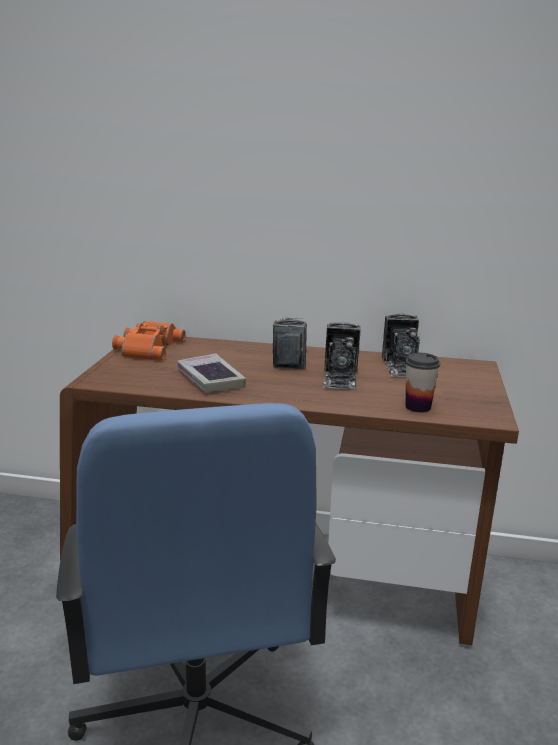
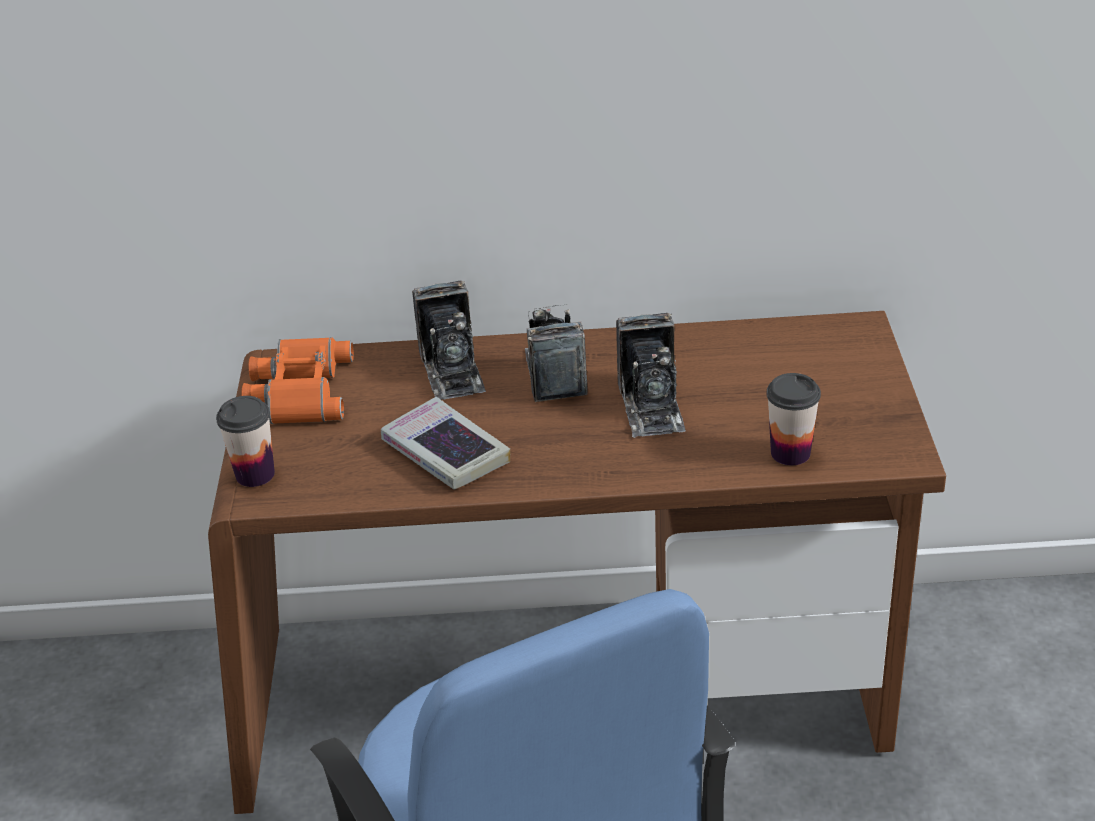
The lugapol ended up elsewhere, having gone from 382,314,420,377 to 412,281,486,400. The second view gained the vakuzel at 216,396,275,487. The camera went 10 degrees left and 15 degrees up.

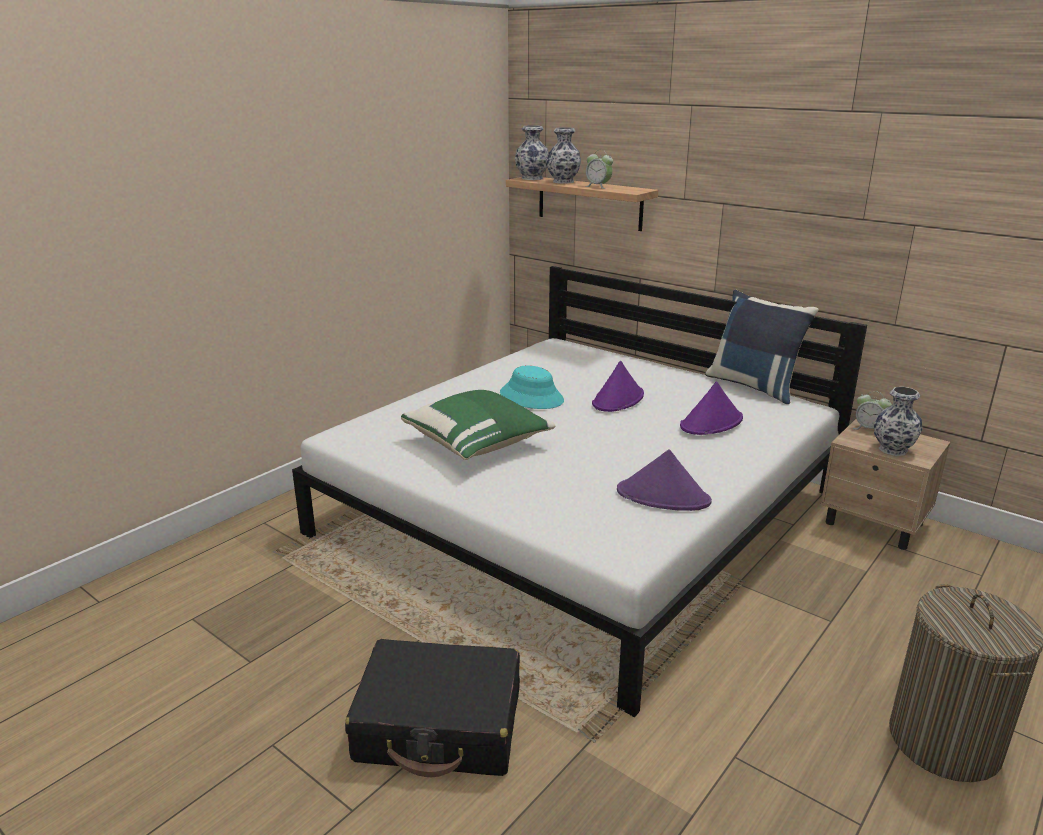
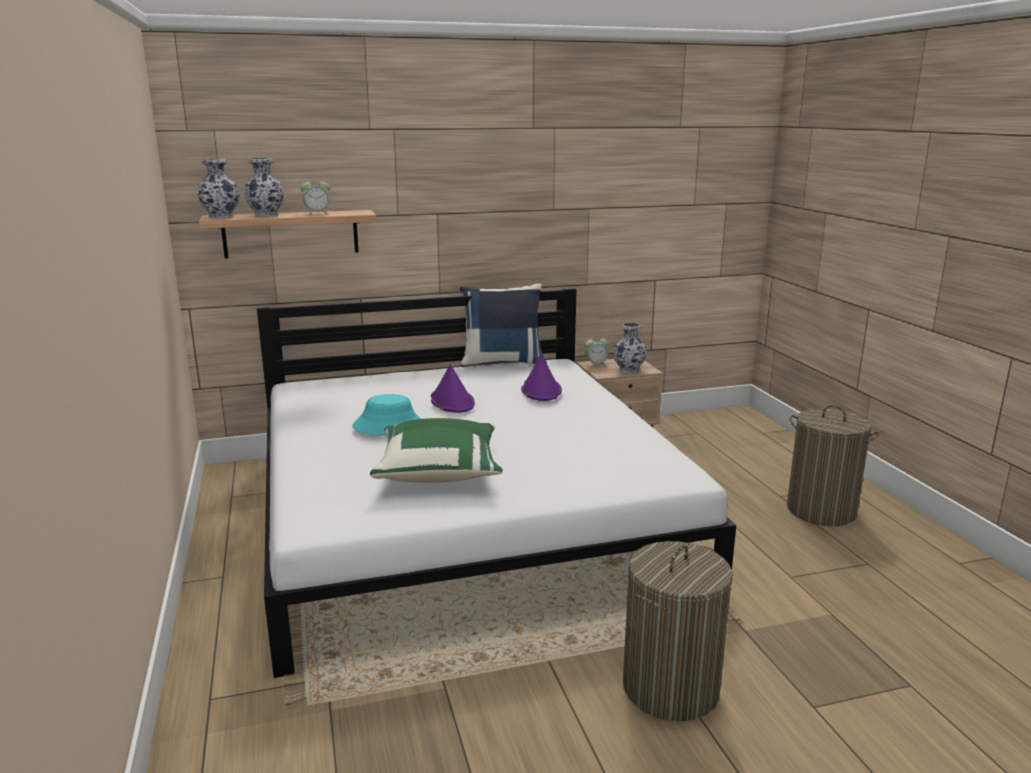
The second view lost the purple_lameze at 617,449,712,511. Where the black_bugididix stood at 345,639,520,778, the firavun came to stand at 623,541,733,721. The camera went 55 degrees left and 5 degrees down.

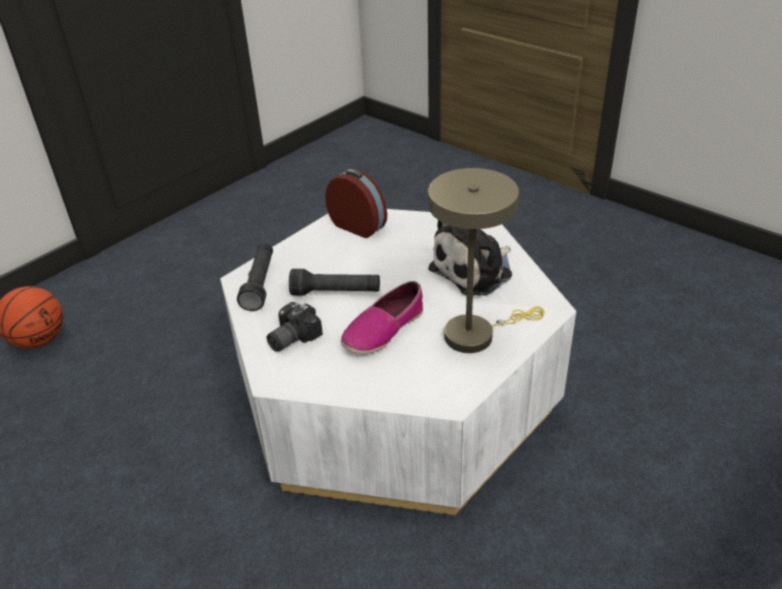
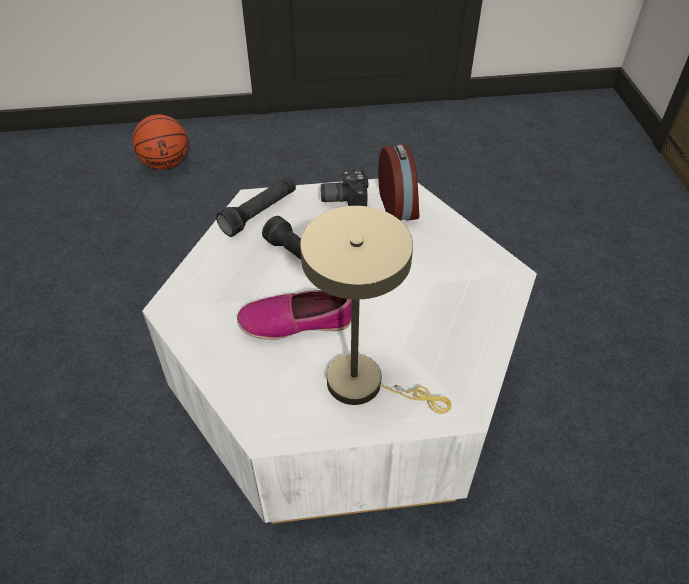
The second view lost the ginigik at 428,220,512,296. The lugapol ended up elsewhere, having gone from 267,302,323,352 to 321,169,368,206. The camera went 40 degrees right and 10 degrees up.

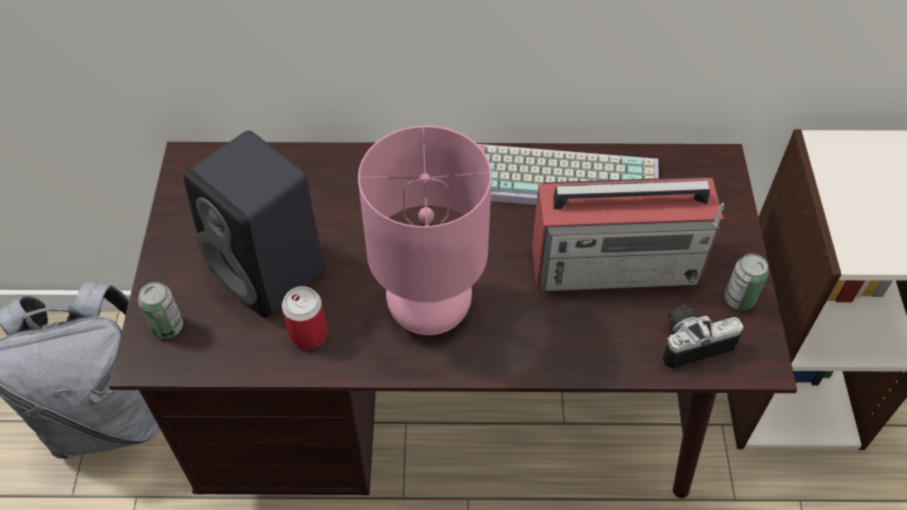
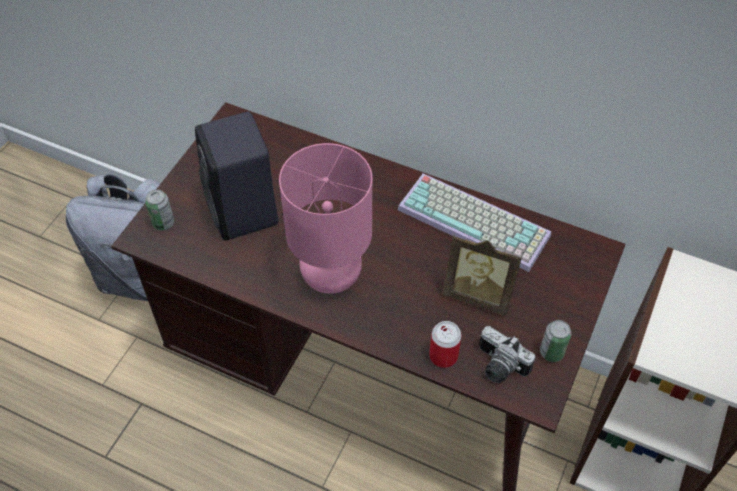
Where the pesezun stood at 532,177,724,291, the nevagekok came to stand at 442,234,522,316. The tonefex ended up elsewhere, having gone from 282,286,327,349 to 429,321,462,368. The lugapol at 662,305,744,369 ended up facing another way, 150 degrees counterclockwise from before. The camera went 25 degrees right and 0 degrees up.

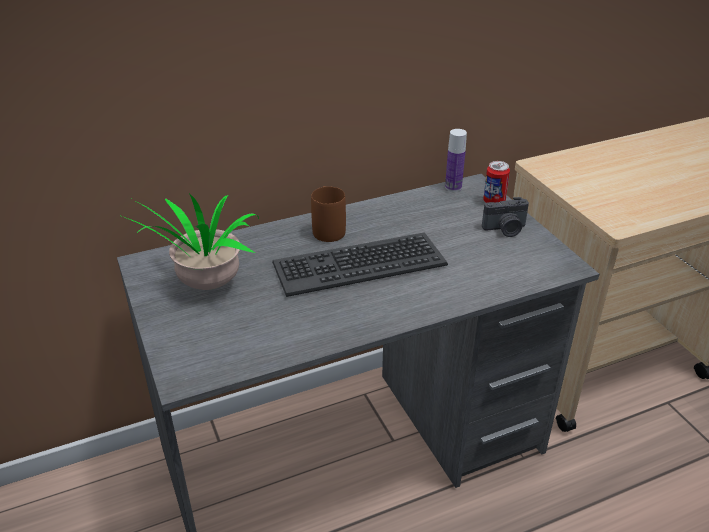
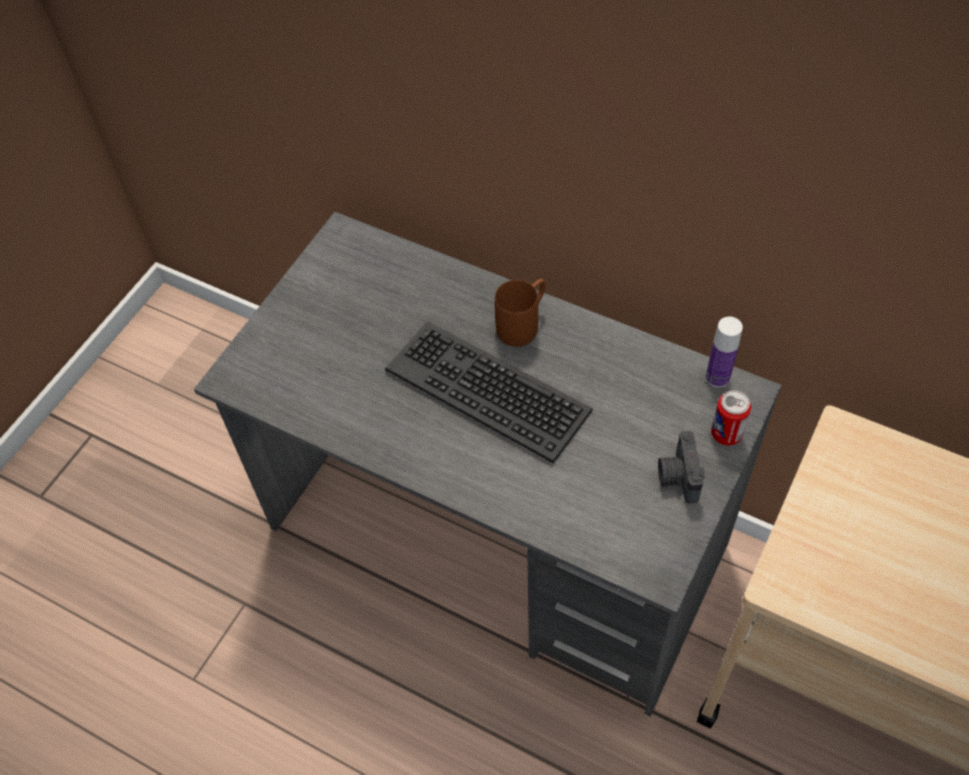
The second view lost the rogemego at 119,193,259,290. The lugapol at 482,197,529,237 ended up facing another way, 45 degrees clockwise from before. The camera went 55 degrees right and 20 degrees up.

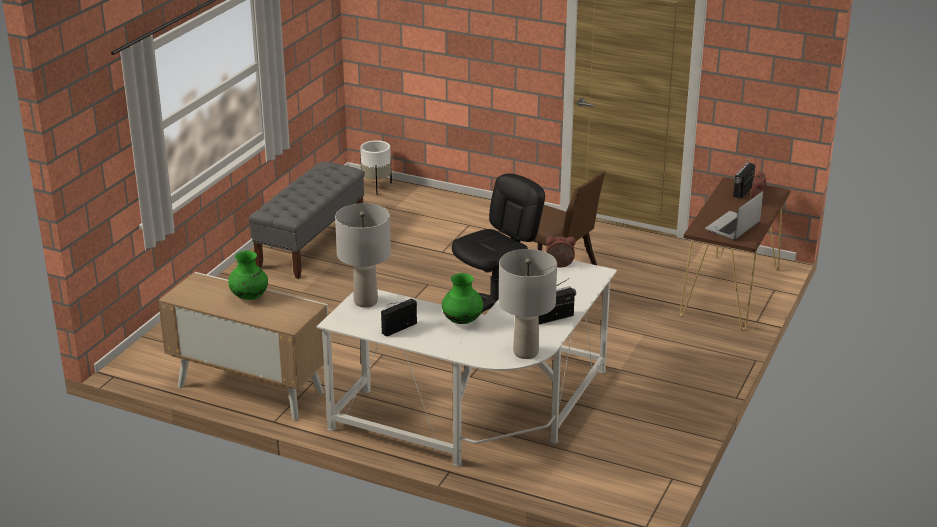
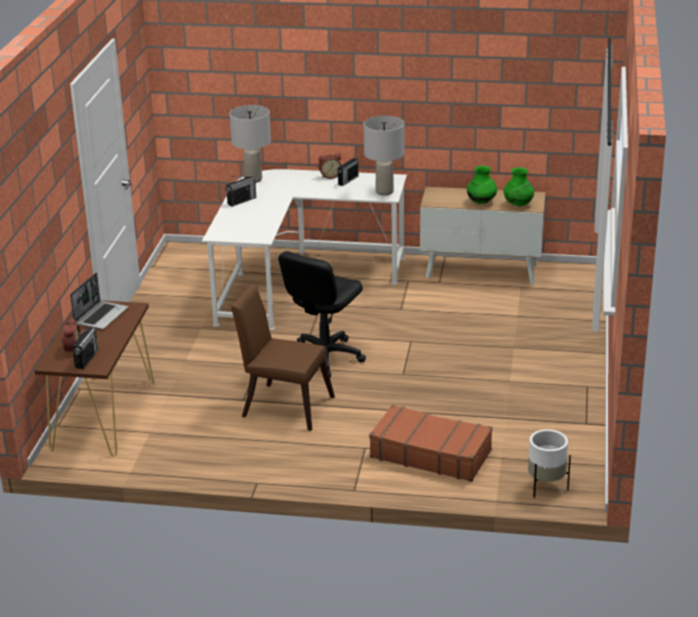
The second view lost the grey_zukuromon at 249,162,365,279. The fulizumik ended up elsewhere, having gone from 546,236,576,267 to 318,154,341,179. The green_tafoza ended up elsewhere, having gone from 442,273,483,324 to 503,167,534,206. The second view gained the brown_bugididix at 369,405,492,482. The camera went 165 degrees right and 0 degrees up.

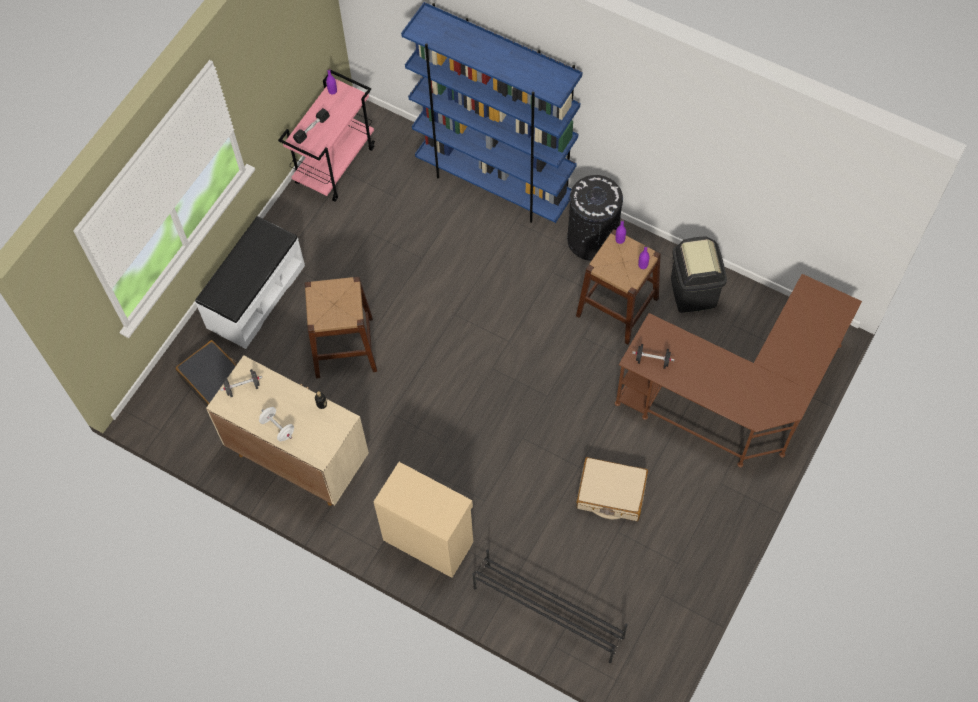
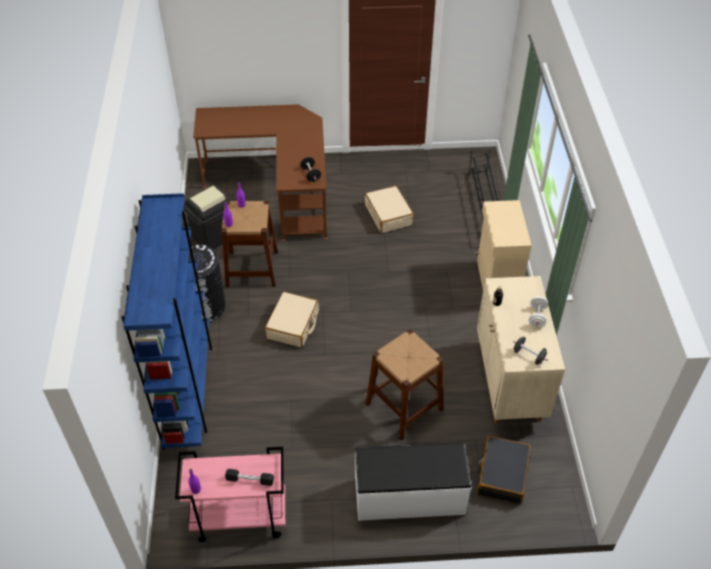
The second view gained the beige_bugididix at 265,292,319,347. The camera went 125 degrees left and 15 degrees down.

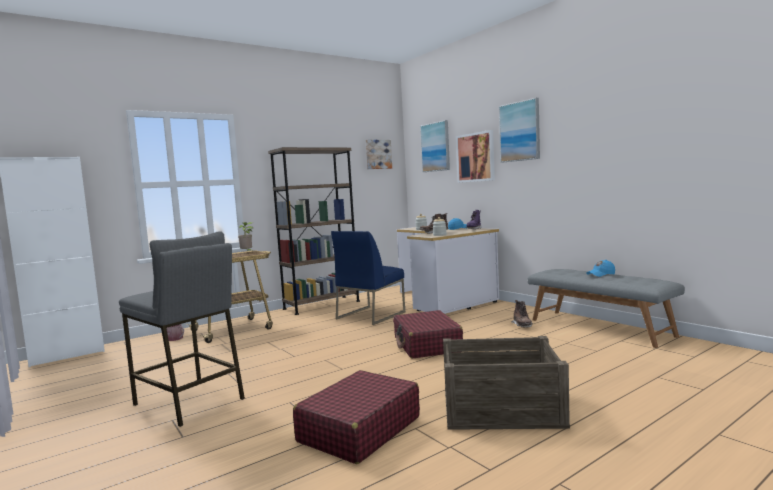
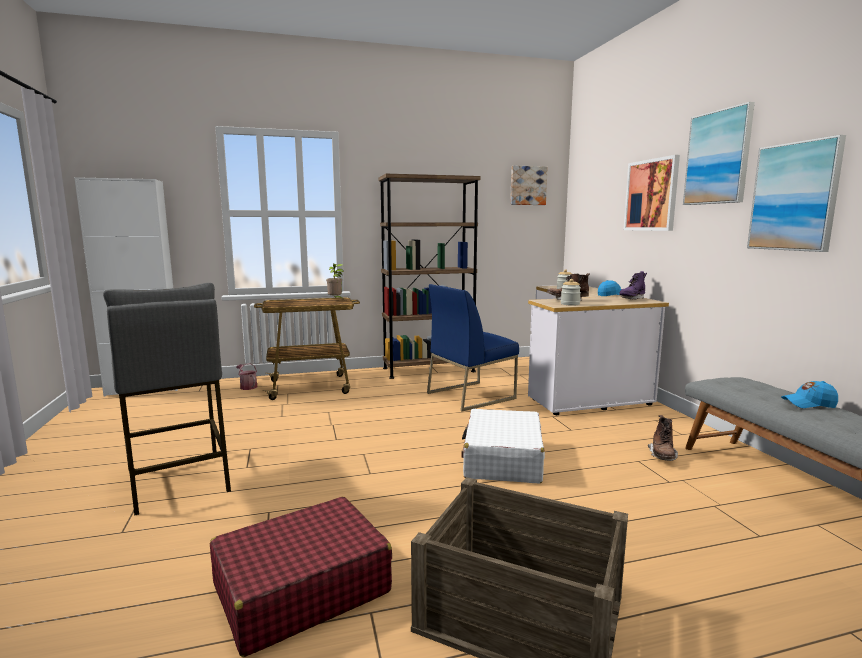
The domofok ended up elsewhere, having gone from 420,120,450,172 to 747,135,846,252. What was the red_bugididix at 393,310,463,359 turned into the white_bugididix at 461,409,545,483. The camera went 20 degrees right and 5 degrees up.

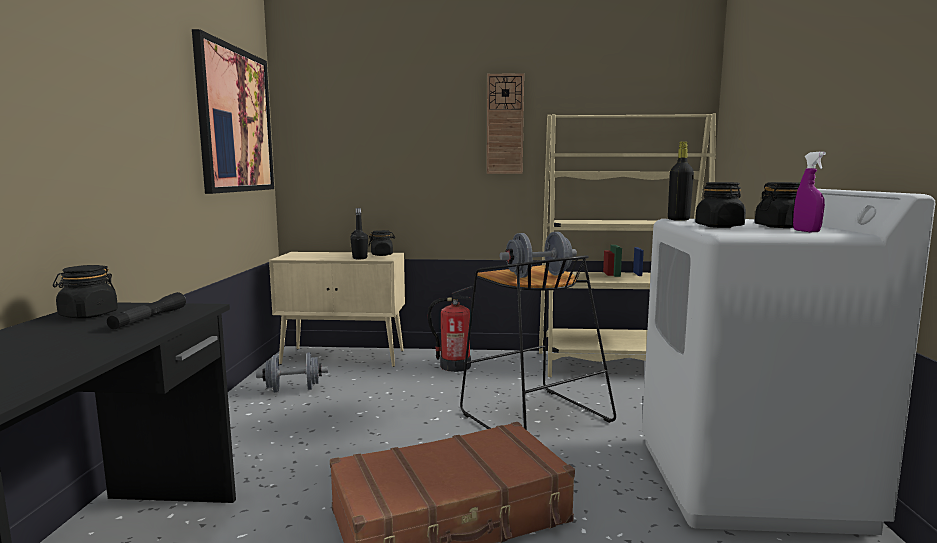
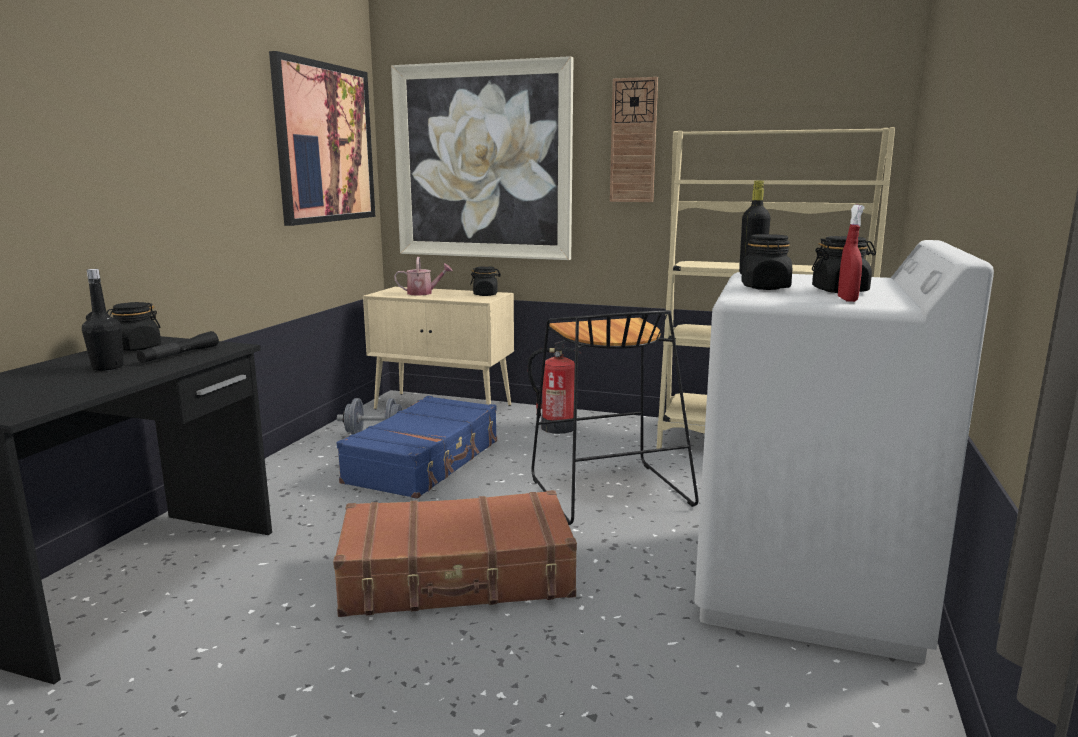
What was the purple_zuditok at 793,151,826,232 turned into the red_zuditok at 838,205,864,302. The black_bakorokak ended up elsewhere, having gone from 350,208,368,259 to 82,269,124,371. The second view lost the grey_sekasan at 499,232,577,278. The second view gained the domofok at 391,56,573,260. The second view gained the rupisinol at 394,257,453,296. The second view gained the blue_bugididix at 337,396,497,499. The camera went 15 degrees right and 5 degrees up.

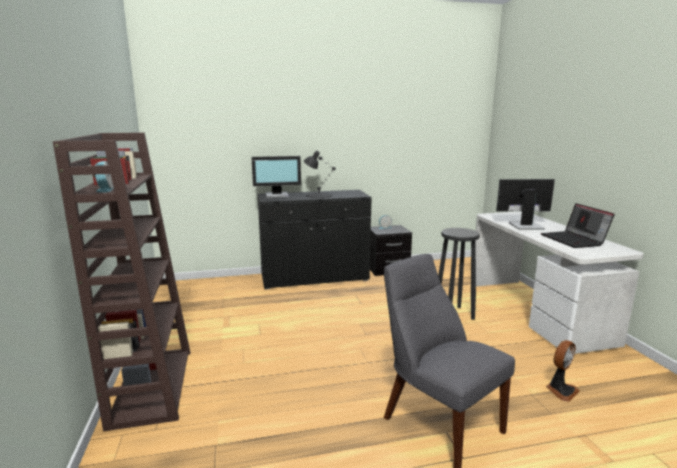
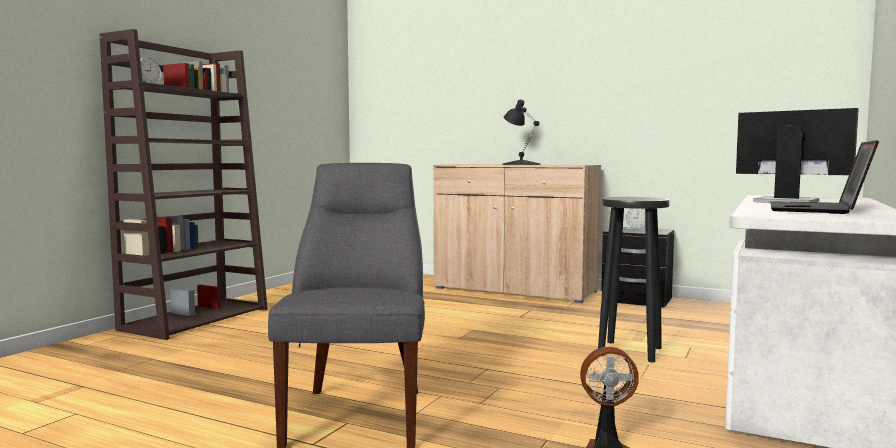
The second view lost the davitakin at 251,156,301,198. What was the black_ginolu at 258,190,371,290 turned into the beige_ginolu at 433,164,601,303. The camera went 40 degrees right and 10 degrees down.

